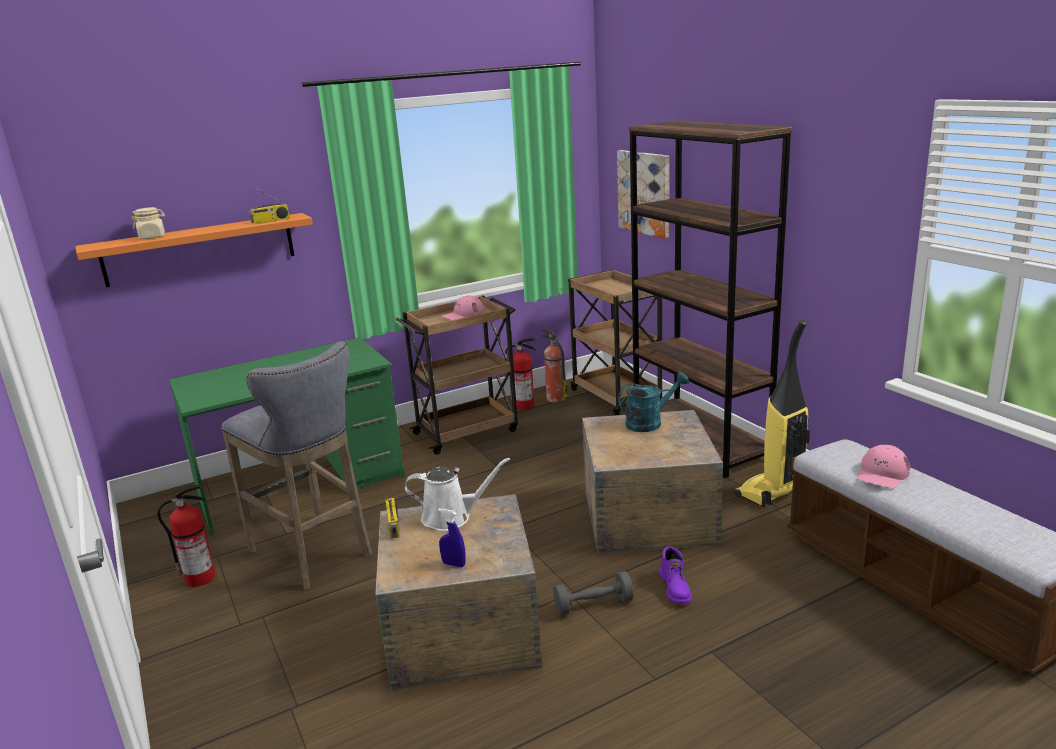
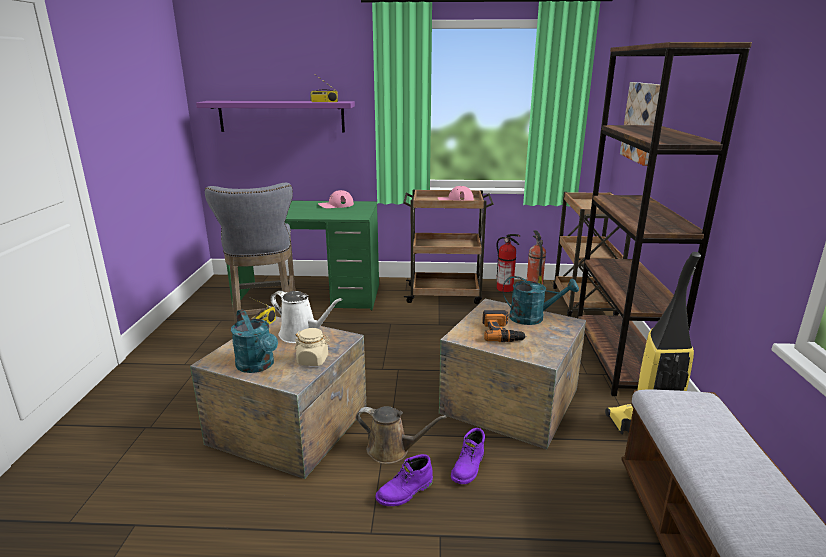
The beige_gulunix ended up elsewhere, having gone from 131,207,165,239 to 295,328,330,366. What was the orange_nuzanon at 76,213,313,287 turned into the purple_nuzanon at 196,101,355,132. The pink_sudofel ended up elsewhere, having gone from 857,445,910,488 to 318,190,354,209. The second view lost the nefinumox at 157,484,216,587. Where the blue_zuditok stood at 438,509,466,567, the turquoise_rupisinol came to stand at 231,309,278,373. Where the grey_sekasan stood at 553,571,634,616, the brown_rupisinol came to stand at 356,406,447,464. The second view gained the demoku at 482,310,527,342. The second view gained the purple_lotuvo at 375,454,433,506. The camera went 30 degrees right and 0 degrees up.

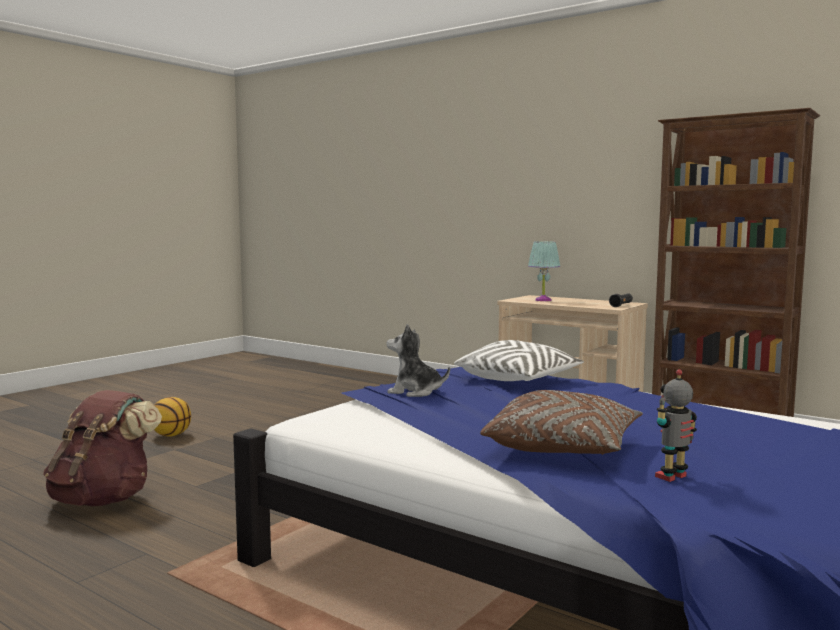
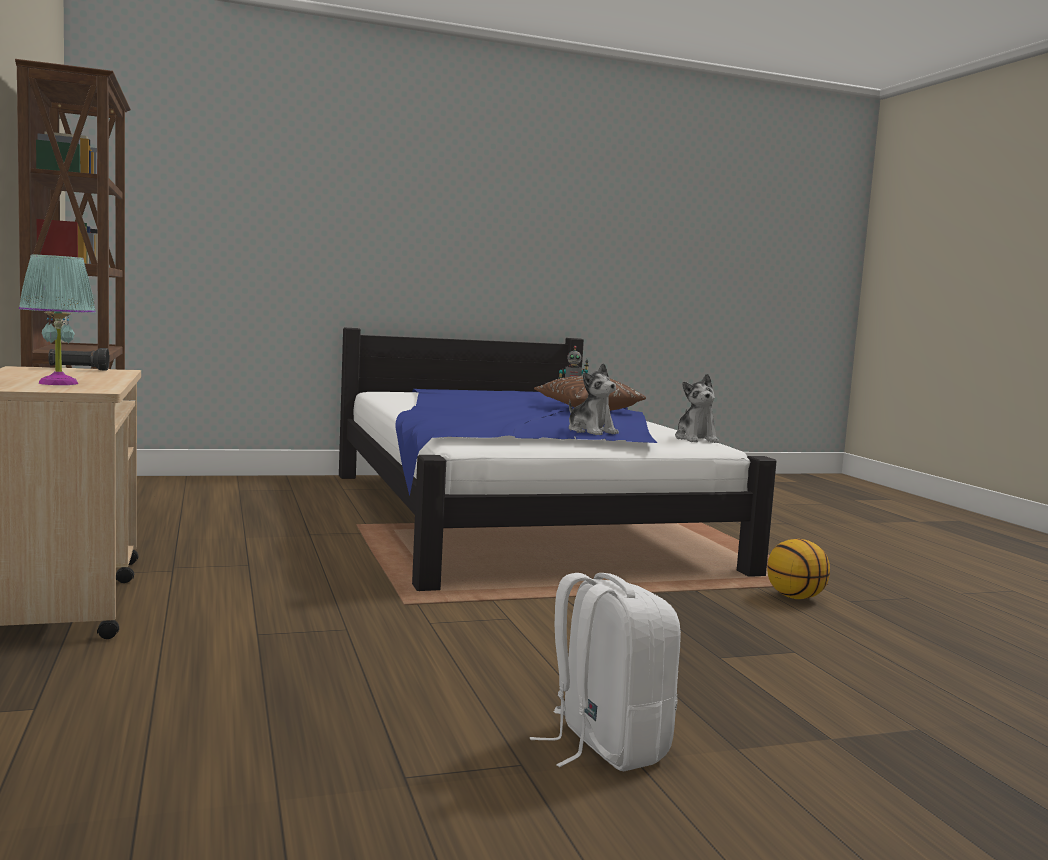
The second view lost the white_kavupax at 454,340,584,381. The second view lost the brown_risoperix at 43,390,162,506. The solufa ended up elsewhere, having gone from 154,397,191,436 to 767,539,830,599. The second view gained the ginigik at 675,374,719,443. The second view gained the white_risoperix at 530,573,681,771. The camera went 145 degrees left and 0 degrees up.

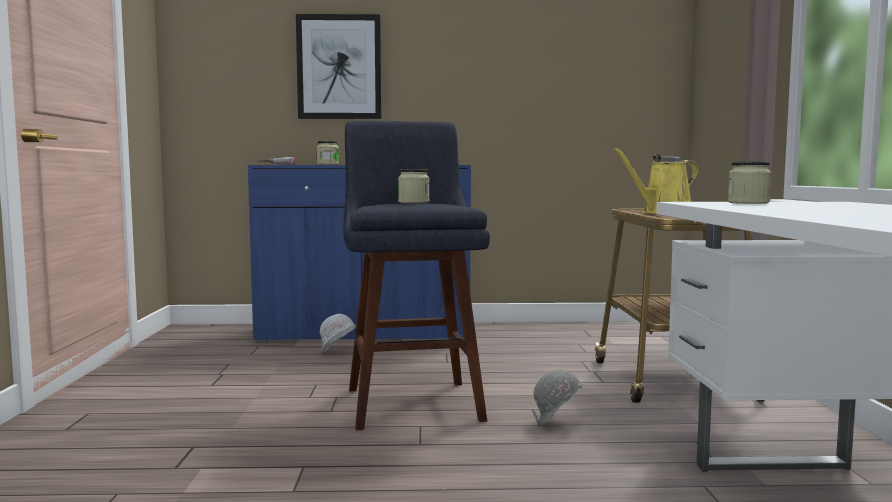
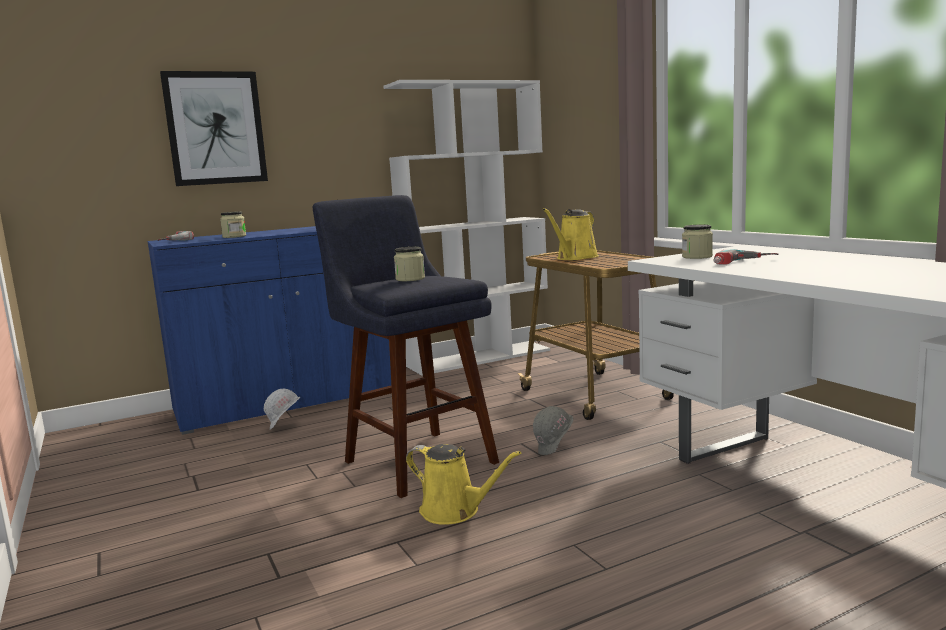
The second view gained the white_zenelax at 383,80,550,376. The second view gained the demoku at 713,249,778,264. The second view gained the yellow_rupisinol at 406,444,521,525. The camera went 25 degrees left and 5 degrees up.

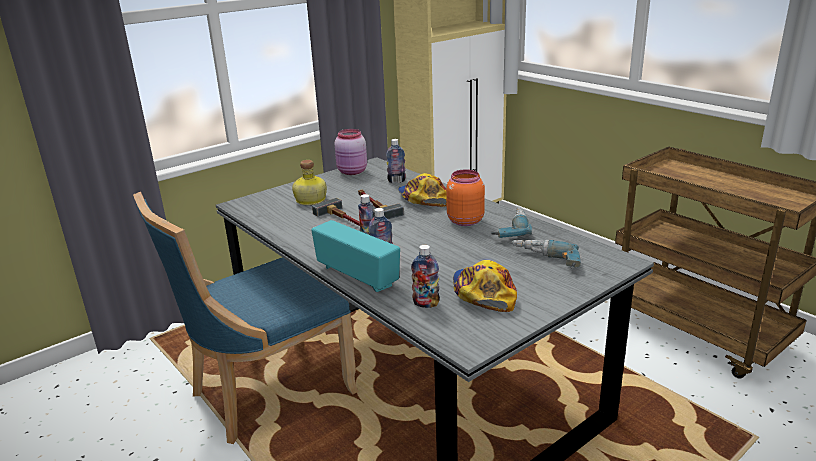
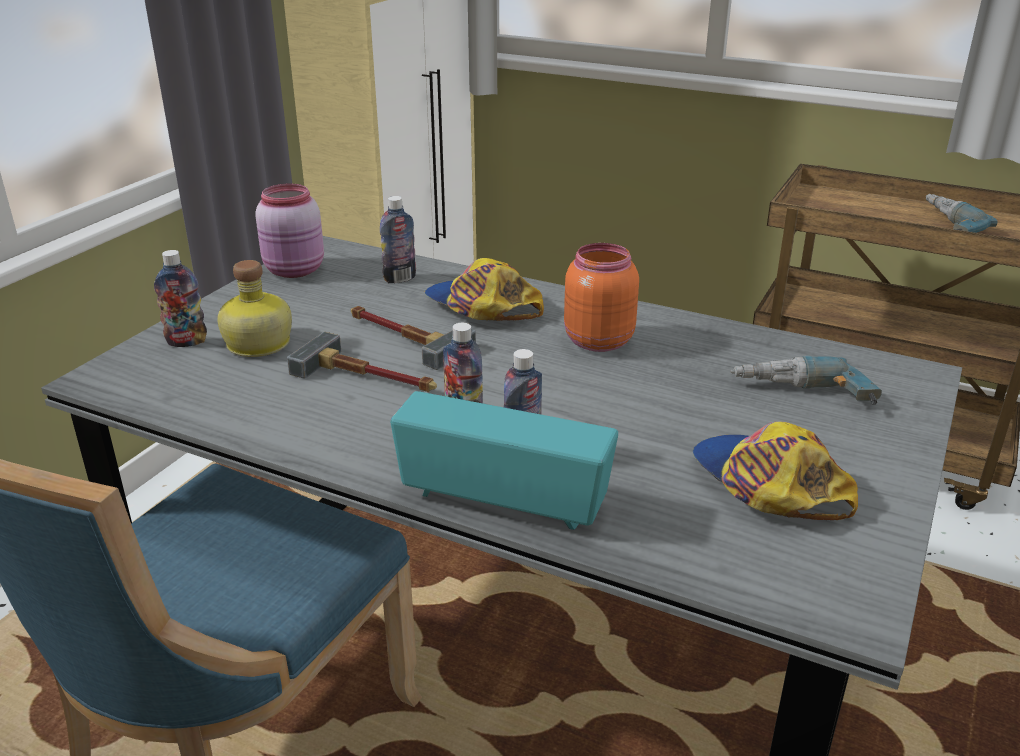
The demoku ended up elsewhere, having gone from 491,206,532,238 to 926,194,997,233. The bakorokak ended up elsewhere, having gone from 411,245,440,308 to 154,250,207,347. The camera went 25 degrees left and 5 degrees up.

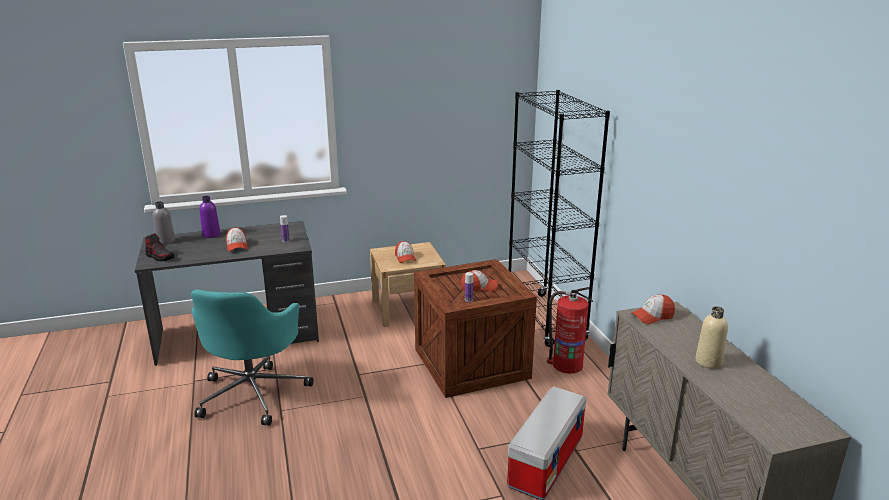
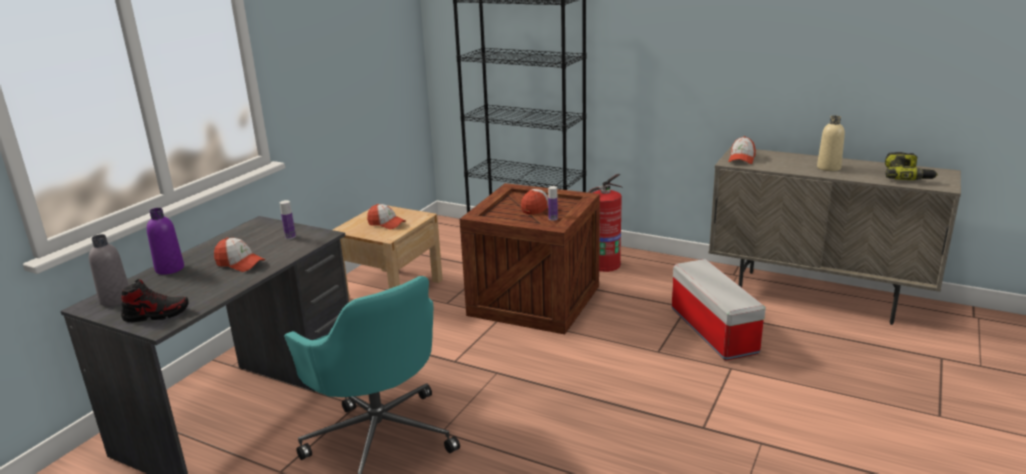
The second view gained the demoku at 885,152,938,180. The camera went 45 degrees left and 0 degrees up.

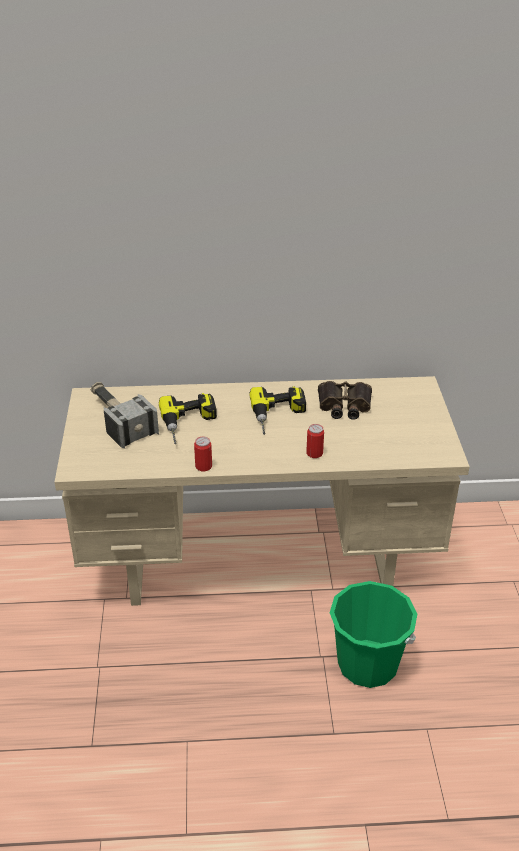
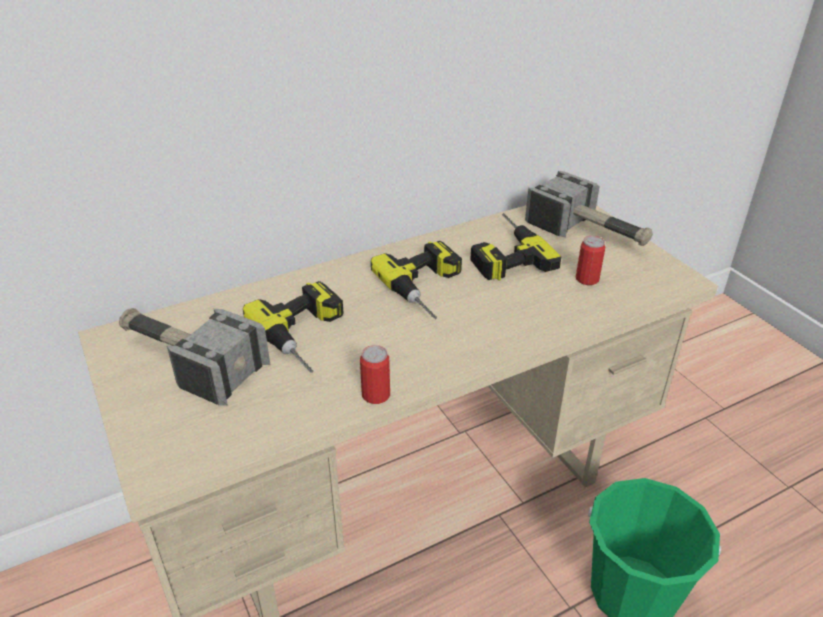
Where the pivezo stood at 318,381,372,420, the demoku came to stand at 470,213,561,280. The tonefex ended up elsewhere, having gone from 306,424,324,458 to 576,236,605,285. The second view gained the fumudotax at 525,171,653,246. The camera went 25 degrees left and 0 degrees up.

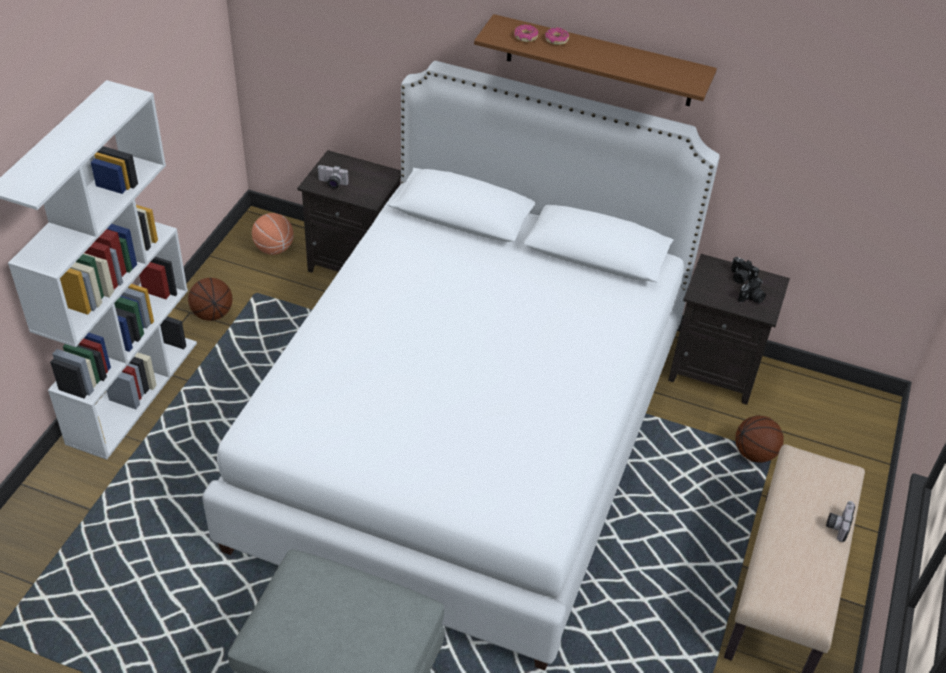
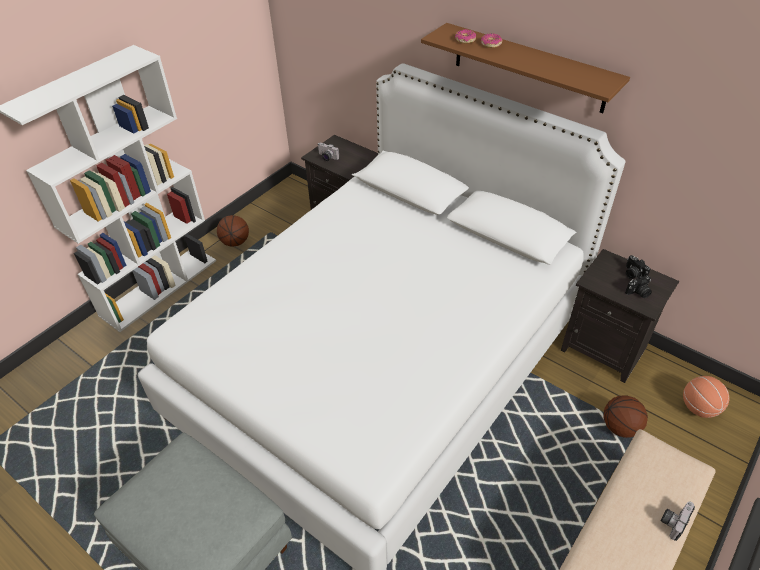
The solufa ended up elsewhere, having gone from 252,213,294,255 to 683,376,729,418. The camera went 20 degrees right and 0 degrees up.

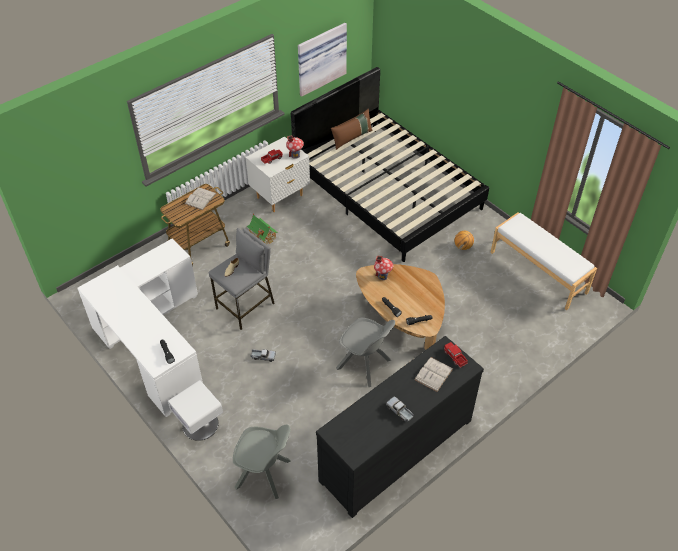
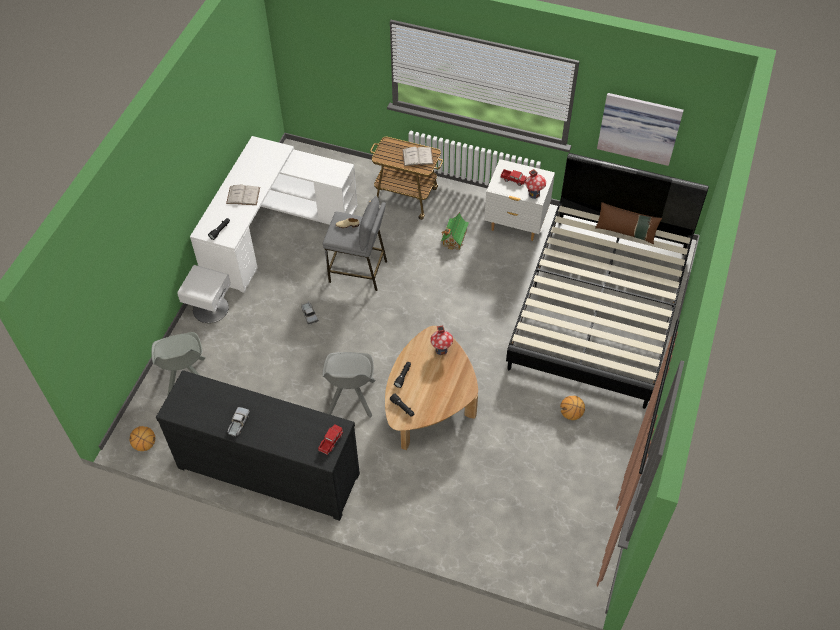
The second view lost the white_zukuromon at 490,212,597,310. The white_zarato ended up elsewhere, having gone from 414,357,453,392 to 226,184,260,205. The second view gained the solufa at 129,426,155,451. The camera went 60 degrees right and 5 degrees up.

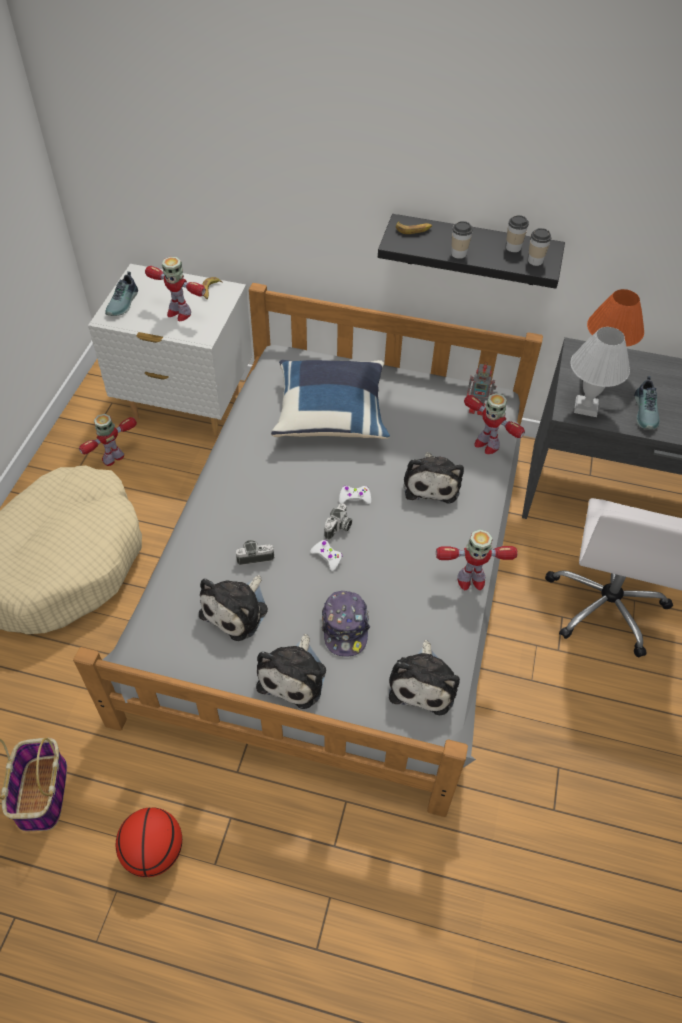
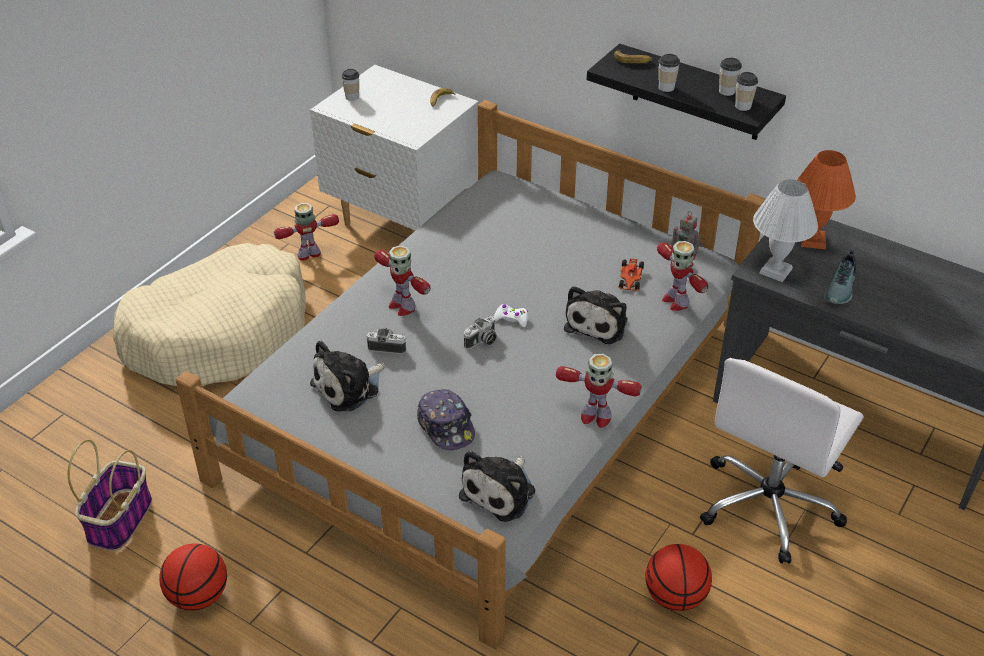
The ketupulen ended up elsewhere, having gone from 145,257,206,321 to 374,245,431,316. Where the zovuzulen stood at 105,271,138,316, the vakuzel came to stand at 341,69,359,101. The second view lost the blue_kavupax at 271,360,390,439. The second view lost the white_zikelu at 310,540,343,571. The sudofel at 322,591,370,656 ended up facing another way, 45 degrees counterclockwise from before. The second view lost the ginigik at 256,634,326,709. The second view gained the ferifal at 618,259,644,291. The second view gained the solufa at 645,544,712,611. The camera went 20 degrees right and 10 degrees down.

